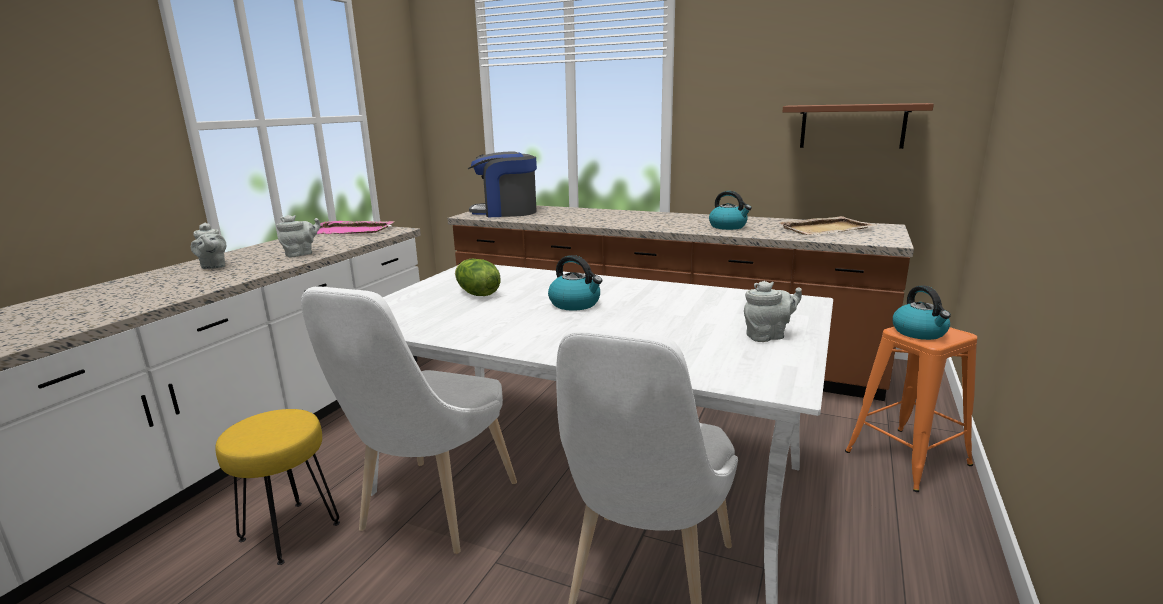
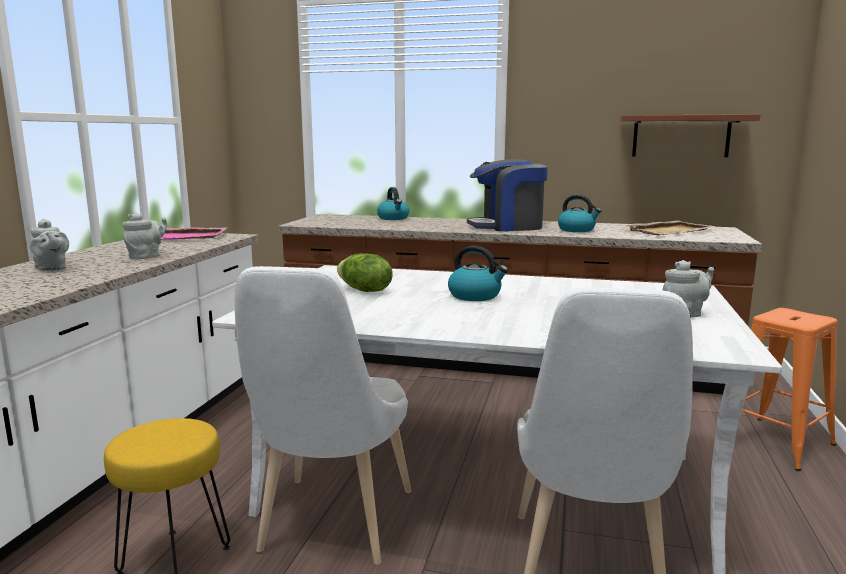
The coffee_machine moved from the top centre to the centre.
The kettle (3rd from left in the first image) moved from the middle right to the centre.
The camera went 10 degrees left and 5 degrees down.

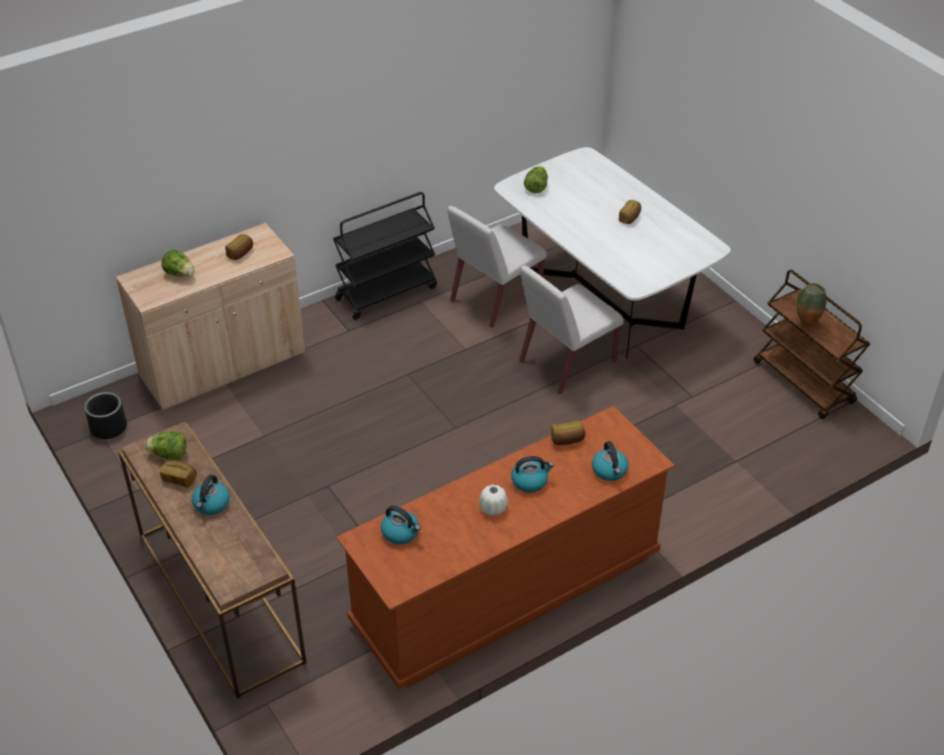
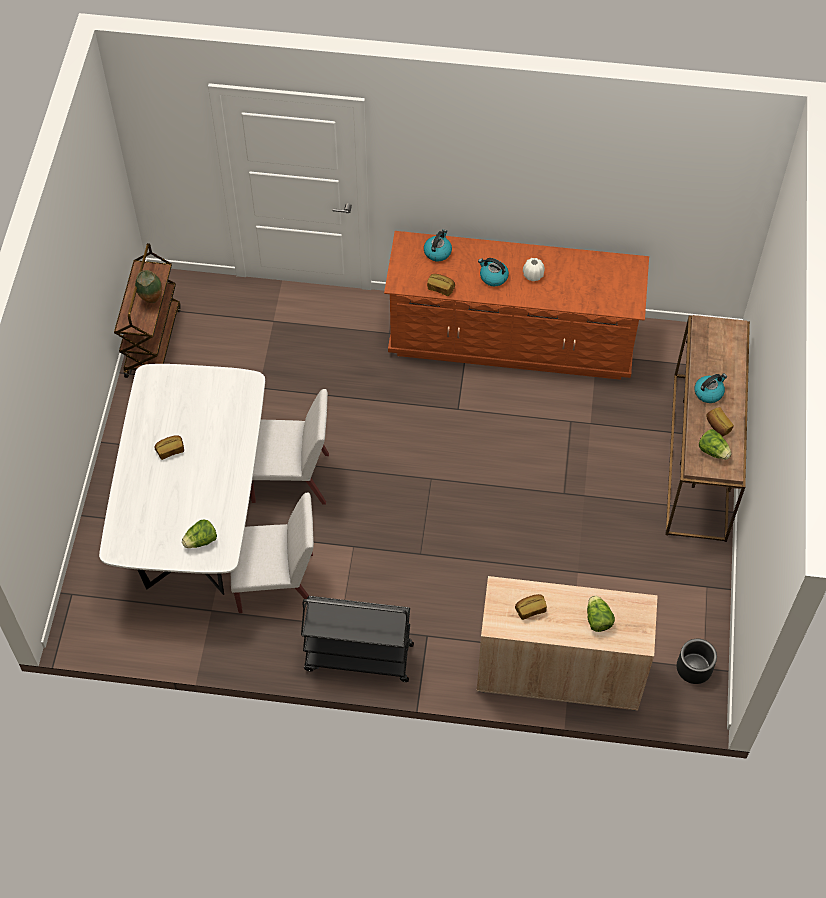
The kettle (2nd from left) at the bottom centre disappeared.
The camera went 140 degrees left and 15 degrees up.

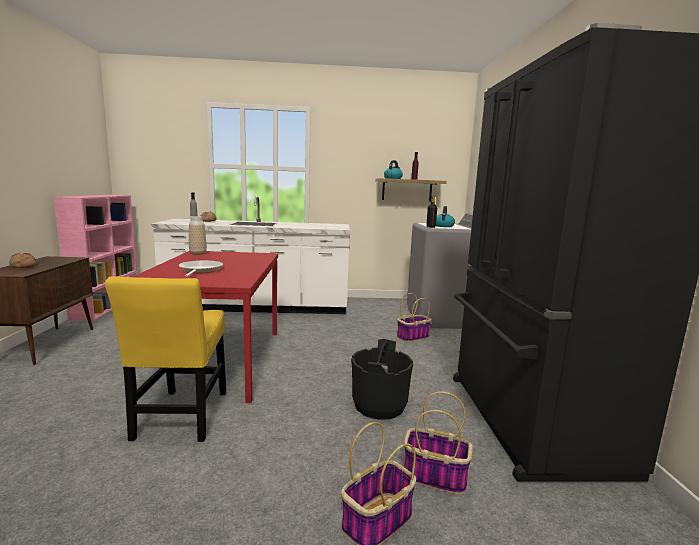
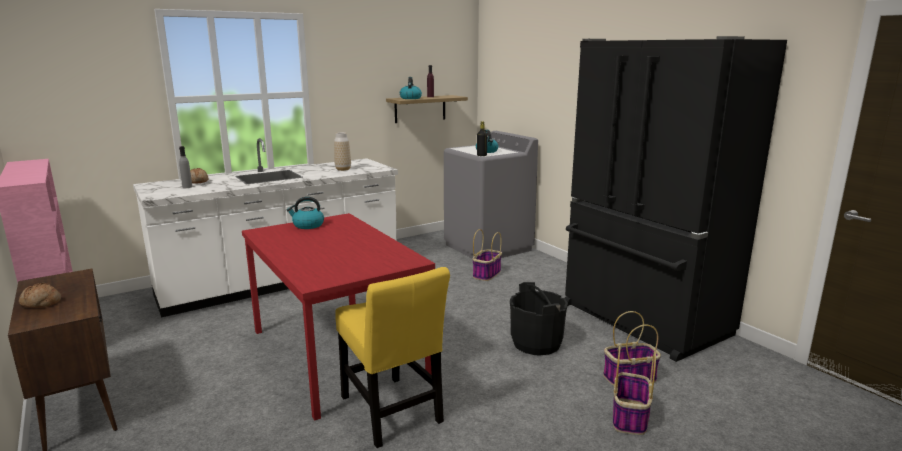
The frying_pan at the middle left disappeared.
The vase moved from the middle left to the centre.
The kettle (1st from left) at the centre appeared.
The camera went 30 degrees left and 5 degrees up.

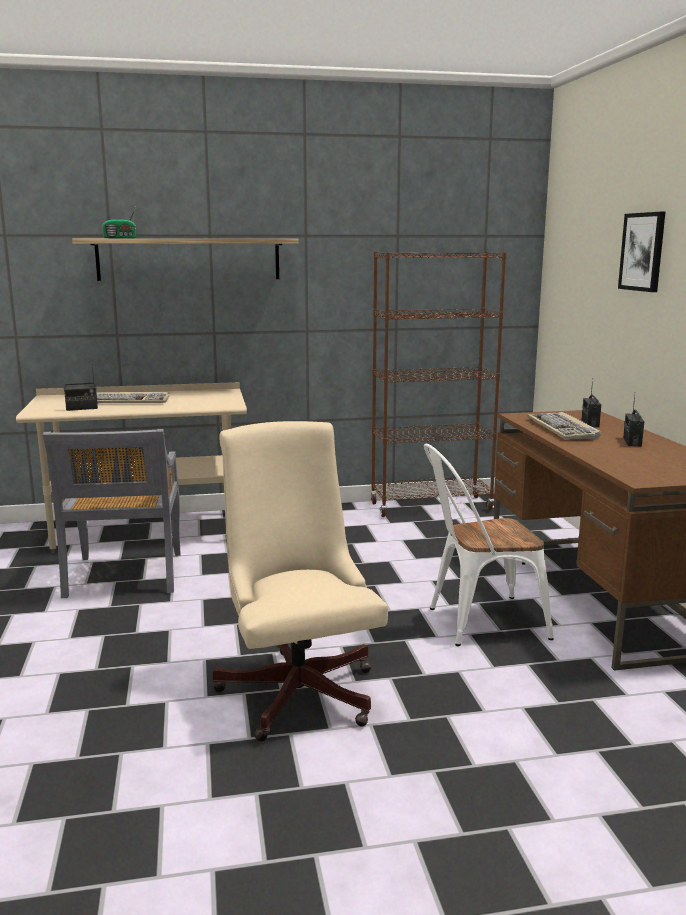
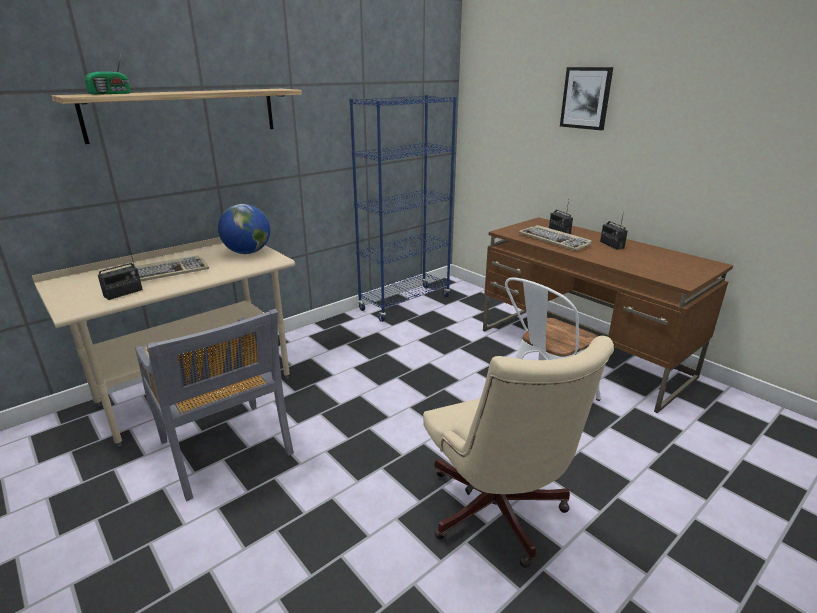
The beige_office_chair at the centre turned 150 degrees counterclockwise.
The brown_bookcase at the centre became the blue_bookcase at the centre.
The globe at the middle left appeared.
The camera went 30 degrees left and 10 degrees up.

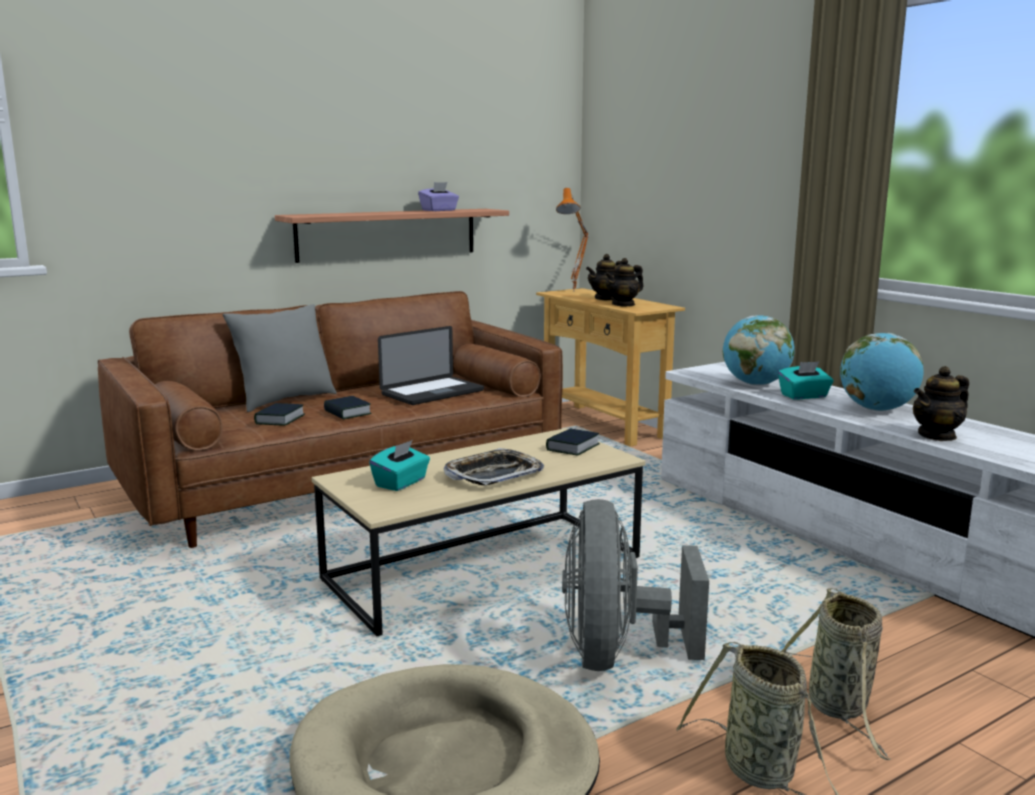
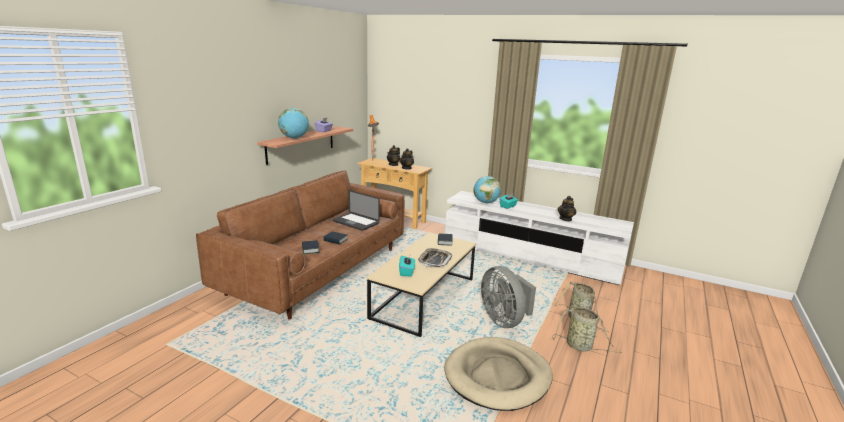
The grey_pillow at the middle left disappeared.
The laptop at the centre turned 105 degrees clockwise.
The globe (2nd from left in the first image) moved from the middle right to the top centre.
The camera went 30 degrees left and 5 degrees up.

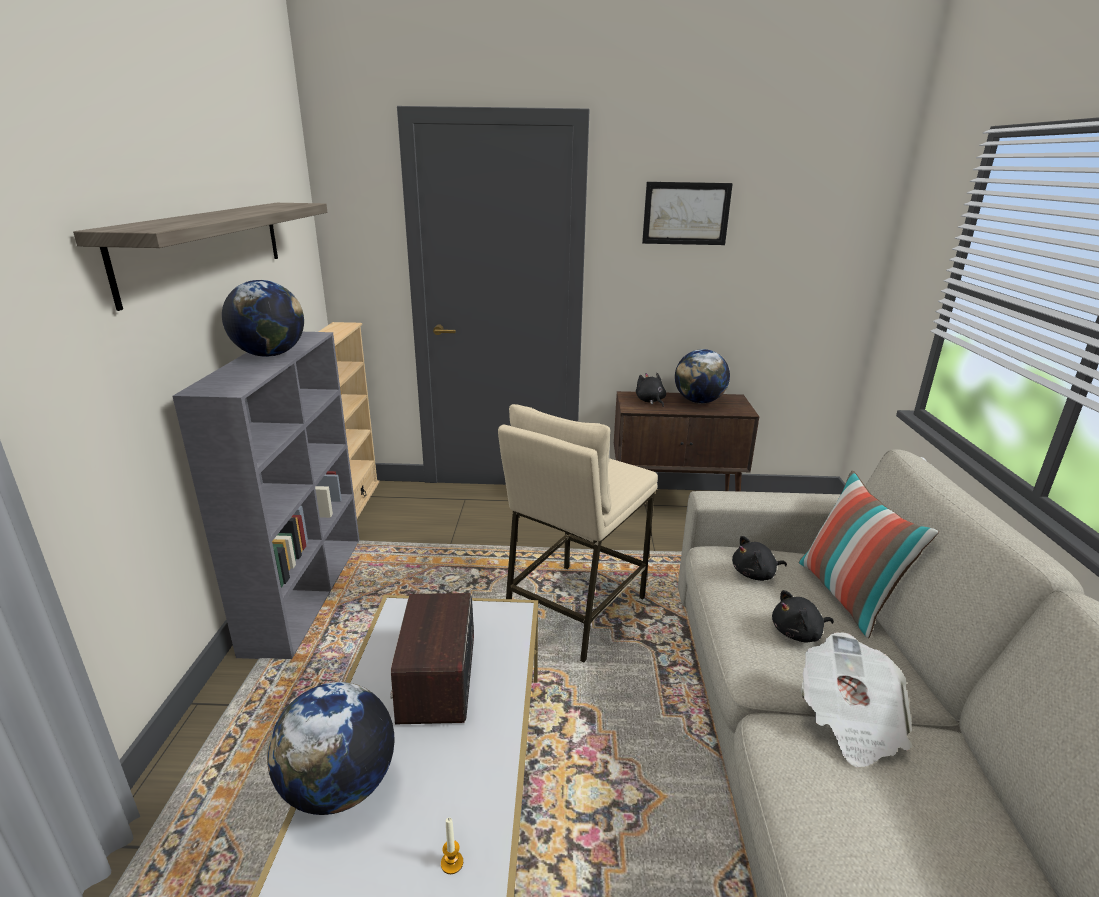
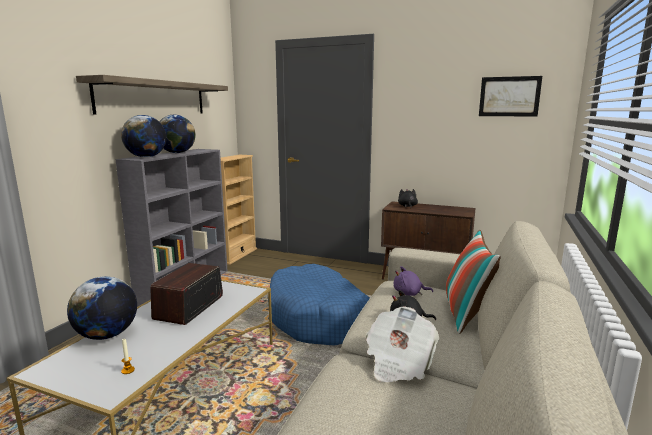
The beige_stool at the centre was replaced by the blue_dog_bed at the bottom centre.
The picture moved from the top centre to the top right.
The globe (3rd from left in the first image) moved from the centre to the top left.
The black_plush_toy (2nd from left) at the middle right became the purple_plush_toy at the centre.
The camera went 20 degrees right and 10 degrees down.

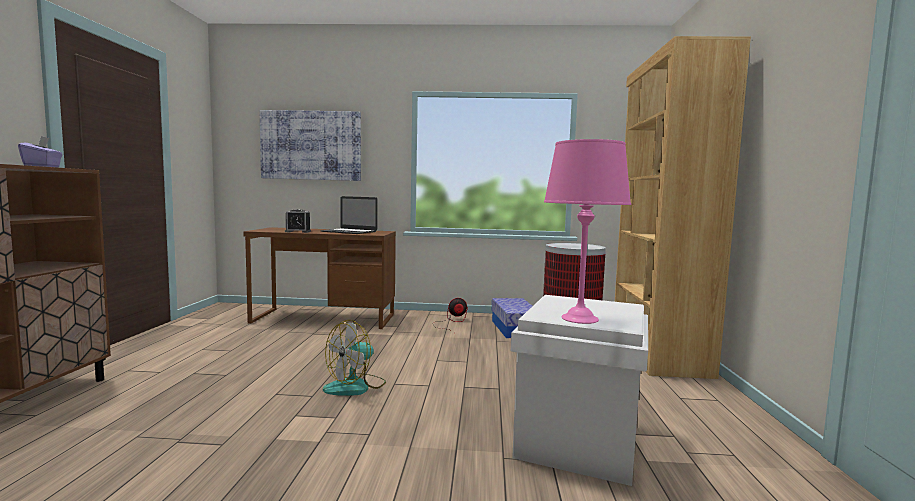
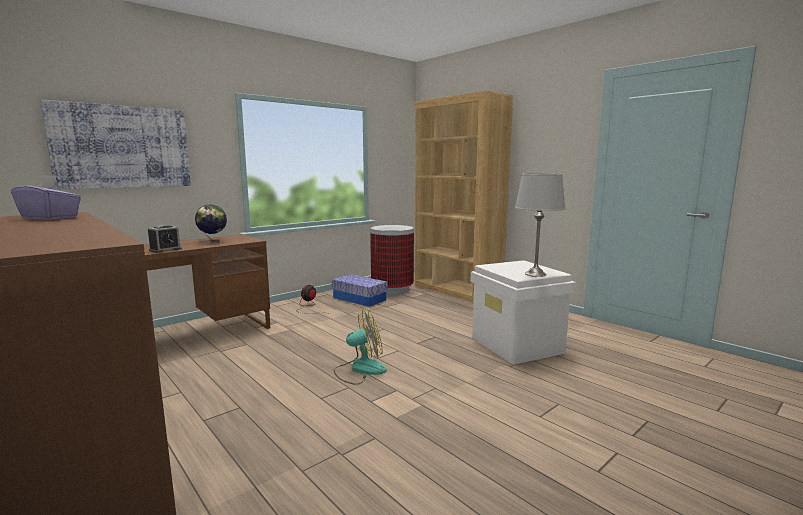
The laptop at the centre was replaced by the globe at the middle left.
The fan (1st from left in the first image) at the bottom centre turned 105 degrees counterclockwise.
The pink_table_lamp at the centre became the grey_table_lamp at the middle right.
The camera went 45 degrees left and 5 degrees up.

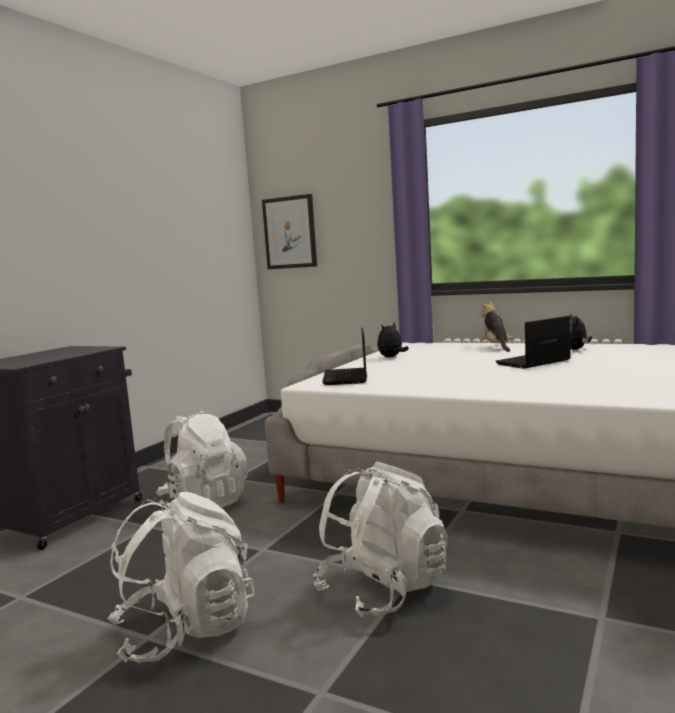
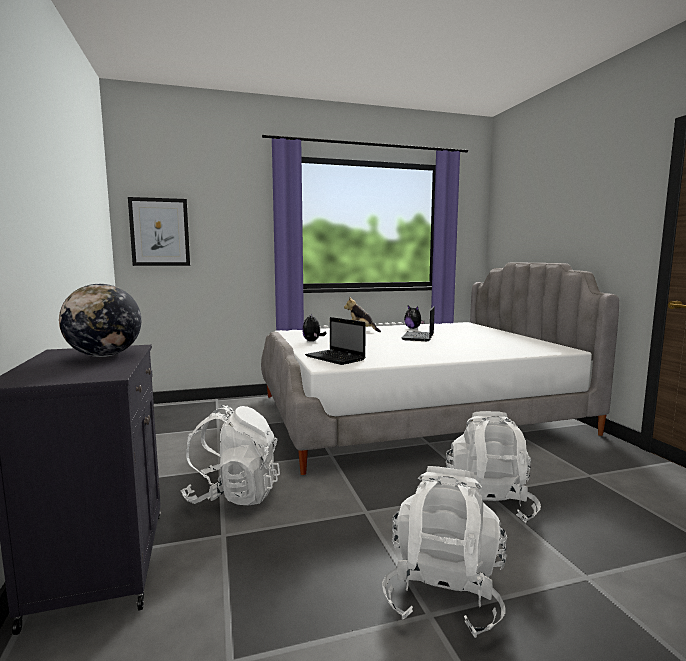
The globe at the middle left appeared.
The camera went 45 degrees left and 0 degrees up.

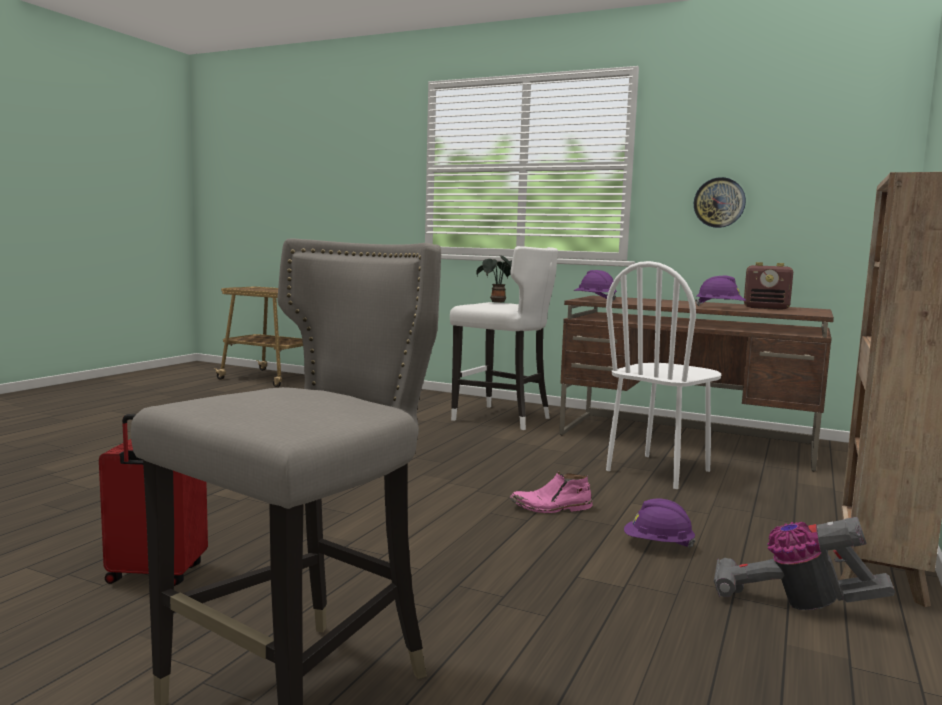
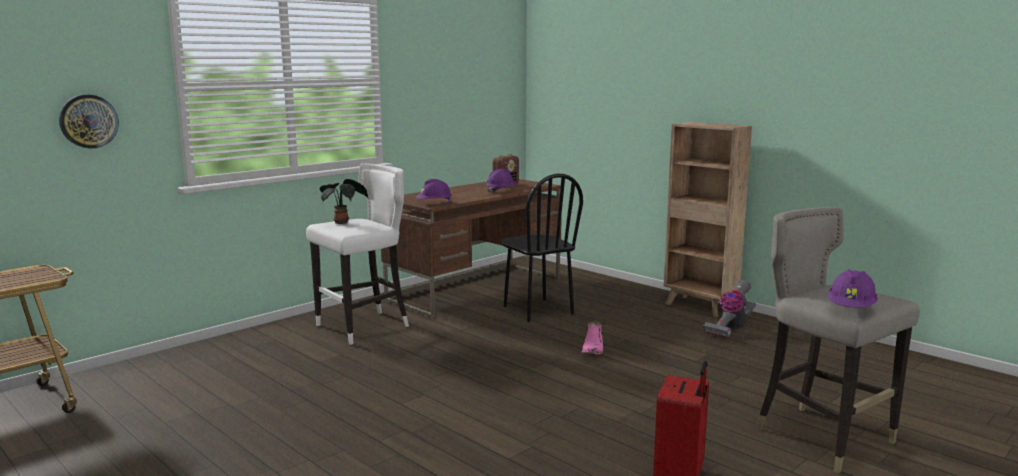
The white_chair at the middle right became the black_chair at the centre.
The purple_hard_hat (2nd from left in the first image) moved from the bottom right to the middle right.
The wall_clock moved from the top right to the top left.
The camera went 70 degrees left and 5 degrees up.

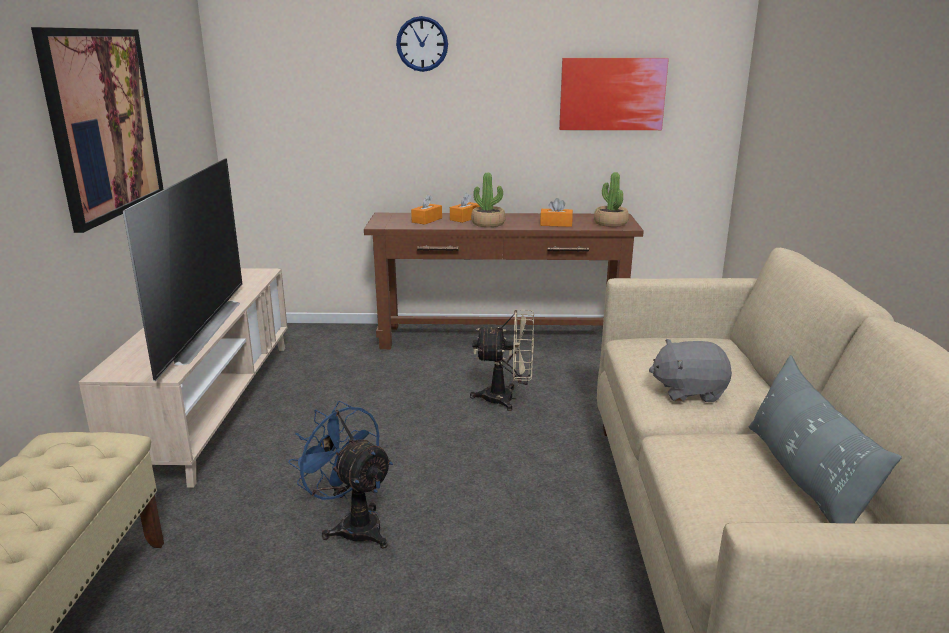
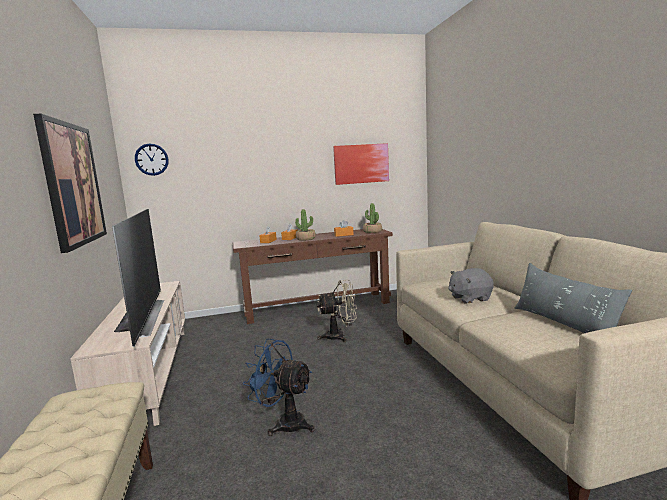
The wall_clock moved from the top centre to the top left.
The camera went 15 degrees left and 10 degrees down.

